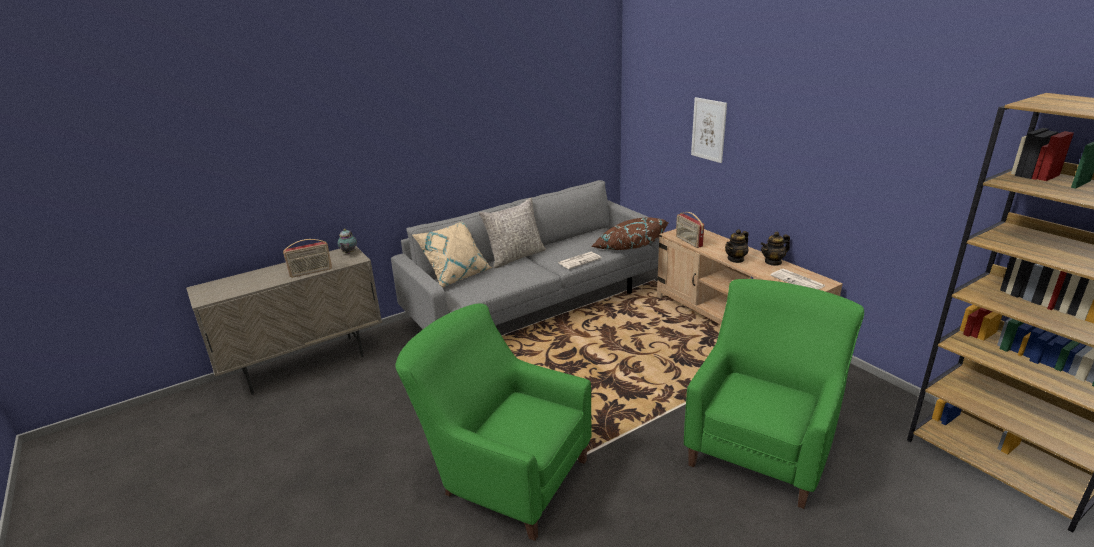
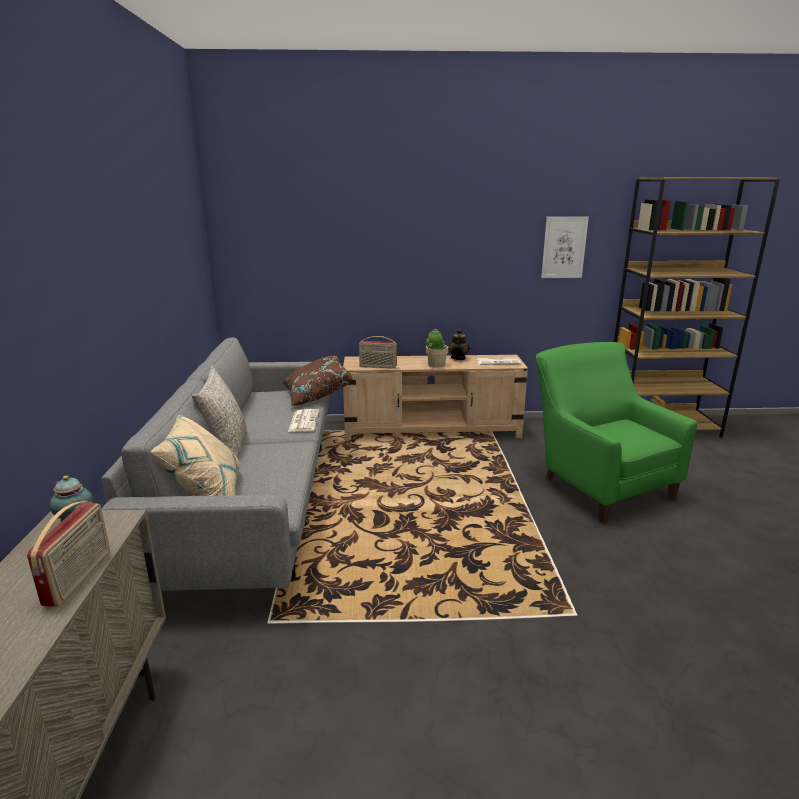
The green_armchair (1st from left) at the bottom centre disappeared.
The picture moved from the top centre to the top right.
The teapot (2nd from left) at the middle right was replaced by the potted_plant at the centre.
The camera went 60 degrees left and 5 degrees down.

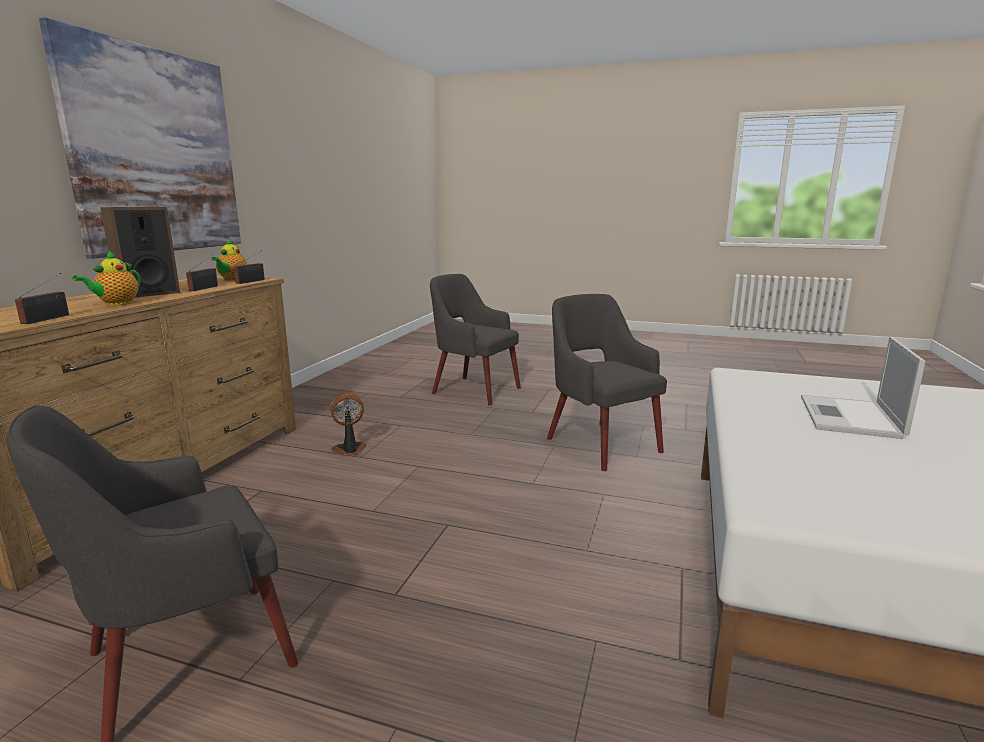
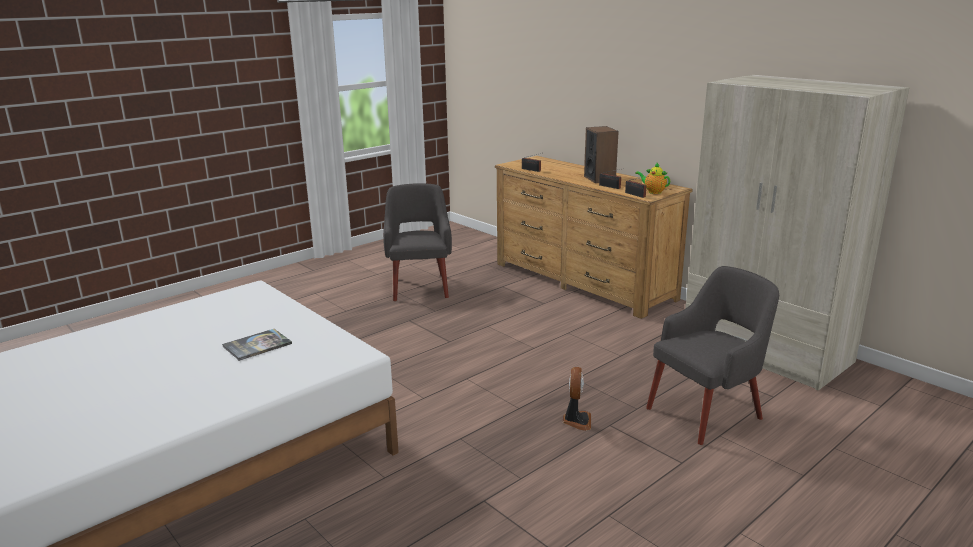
The picture at the top left disappeared.
The teapot (1st from left) at the middle left disappeared.
The fan moved from the centre to the bottom centre.
The grey_armchair (3rd from left) at the centre disappeared.
The laptop at the middle right was replaced by the book at the middle left.
The beige_wardrobe at the middle right appeared.
The camera went 120 degrees right and 5 degrees up.

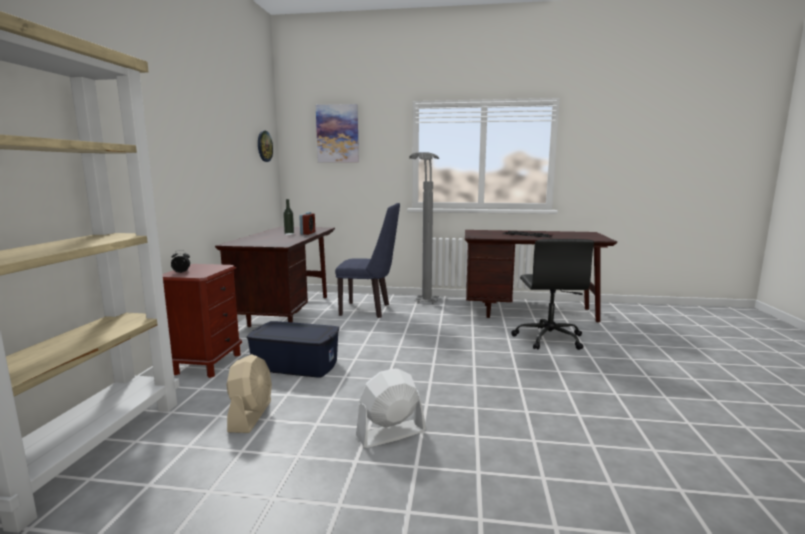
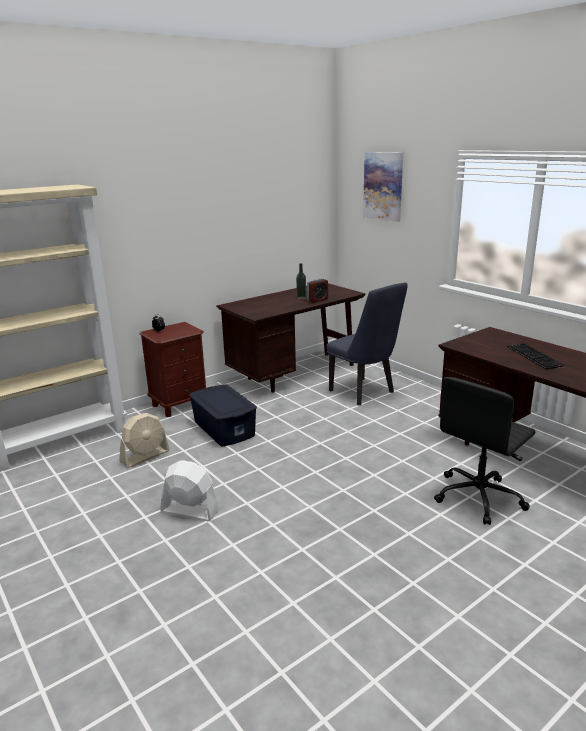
The wall_clock at the top left disappeared.
The grey_floor_lamp at the centre disappeared.
The camera went 45 degrees right and 10 degrees up.

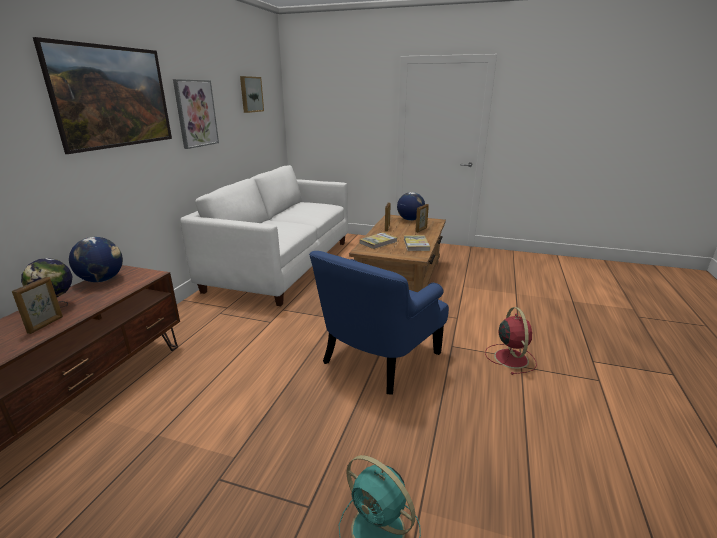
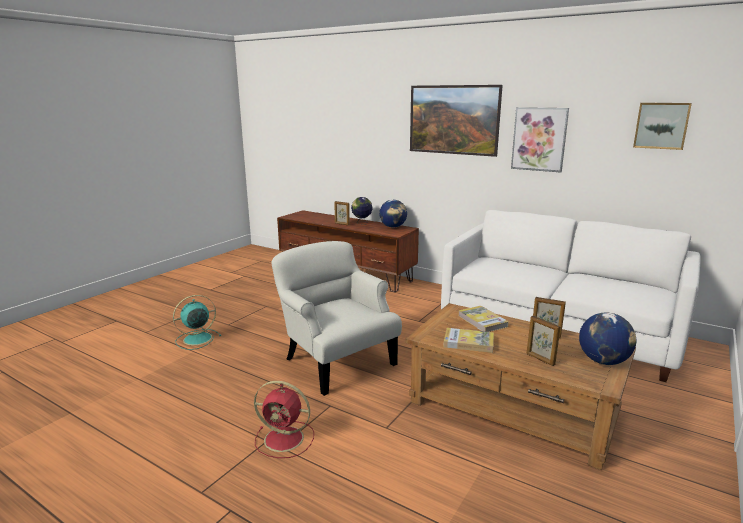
The blue_armchair at the centre became the white_armchair at the centre.
The camera went 105 degrees right and 5 degrees down.

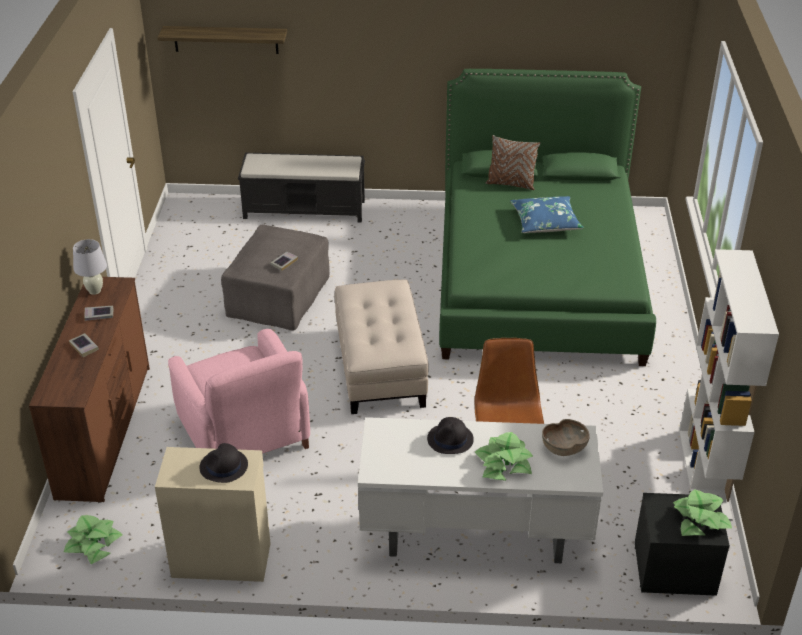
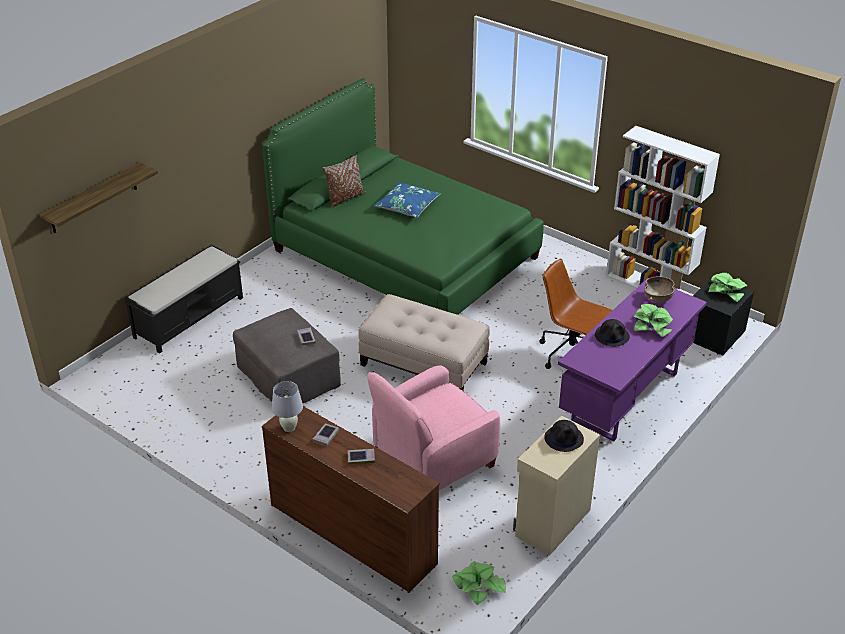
The pink_armchair at the middle left turned 135 degrees clockwise.
The white_desk at the bottom centre became the purple_desk at the middle right.
The camera went 55 degrees left and 0 degrees up.

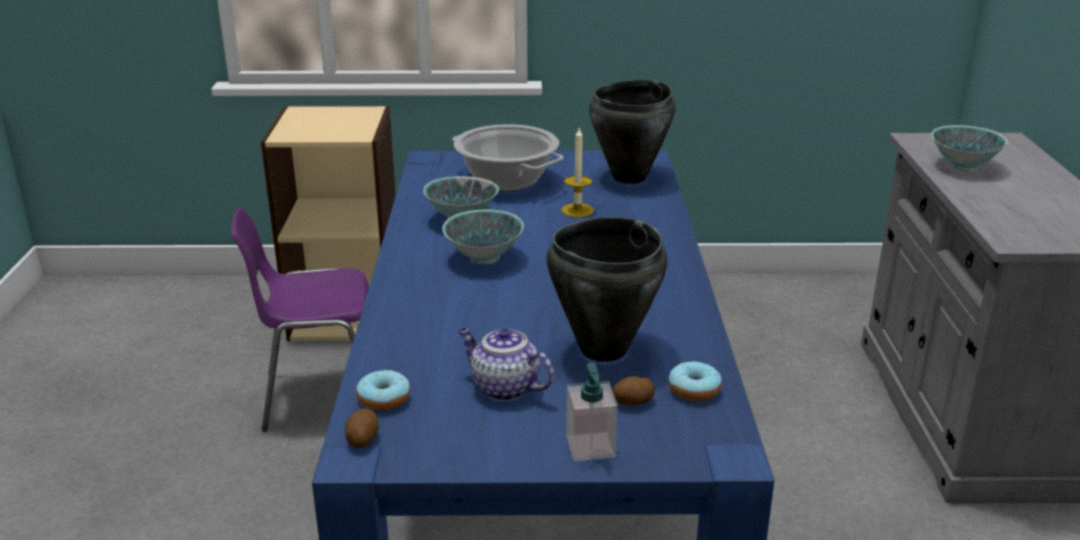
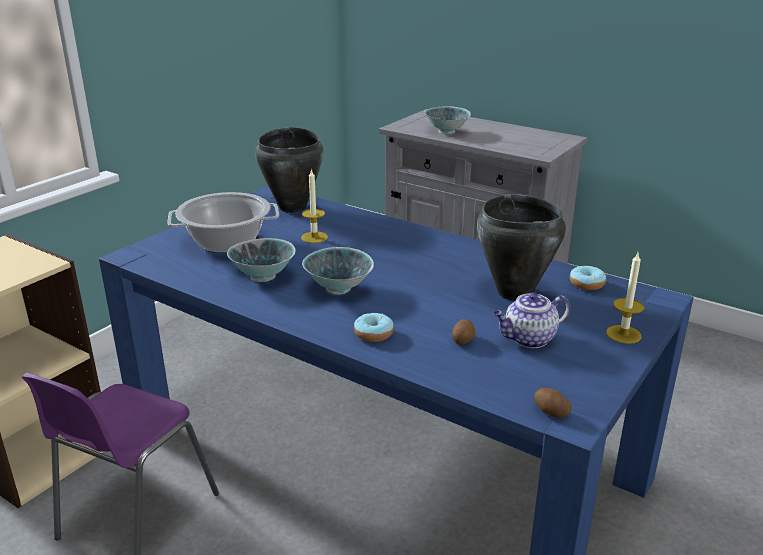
The donut (1st from left) moved from the bottom centre to the centre.
The soap_dispenser at the bottom centre was replaced by the candle (2nd from left) at the middle right.
The potato (2nd from left in the first image) moved from the bottom centre to the centre.
The camera went 55 degrees left and 0 degrees up.

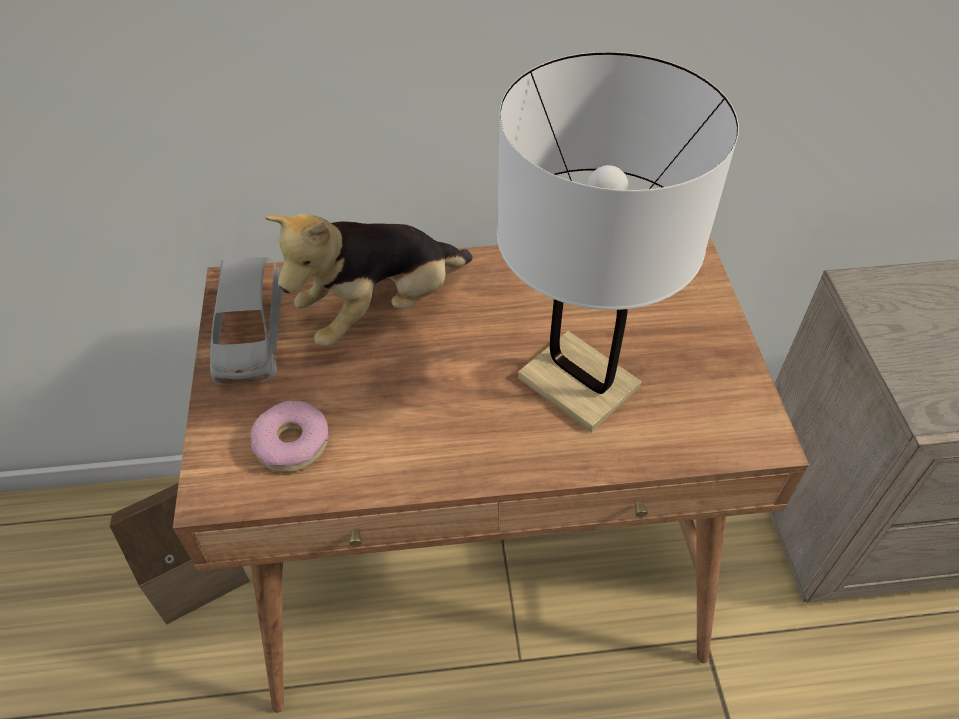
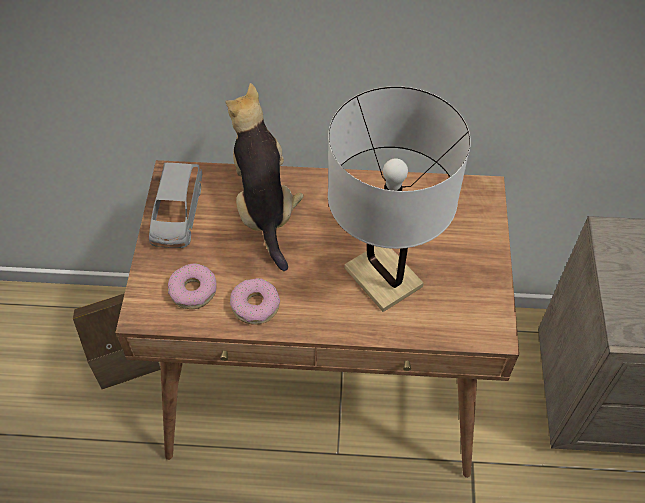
The plush_toy at the centre turned 105 degrees clockwise.
The donut (2nd from left) at the centre appeared.
The camera went 10 degrees right and 5 degrees up.

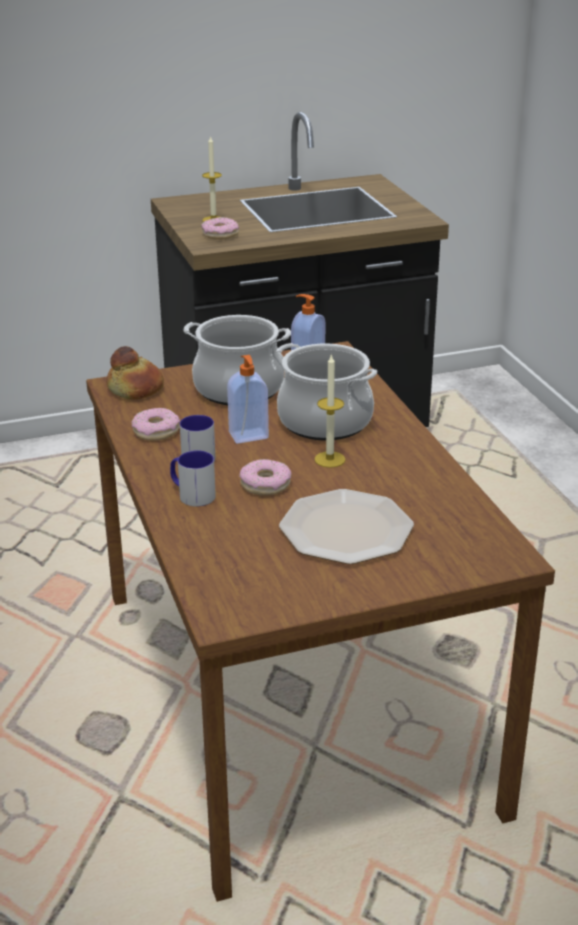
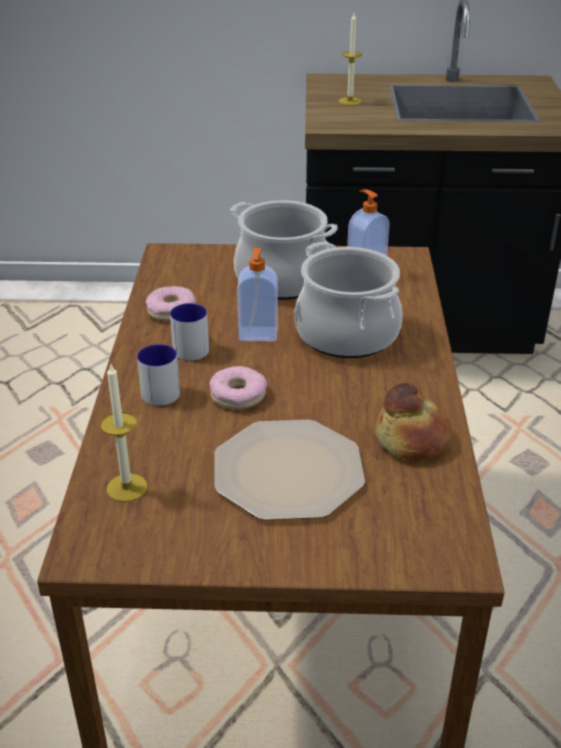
The bread moved from the middle left to the middle right.
The donut (2nd from left) at the top centre disappeared.
The candle (2nd from left in the first image) moved from the centre to the middle left.
The camera went 20 degrees right and 5 degrees up.

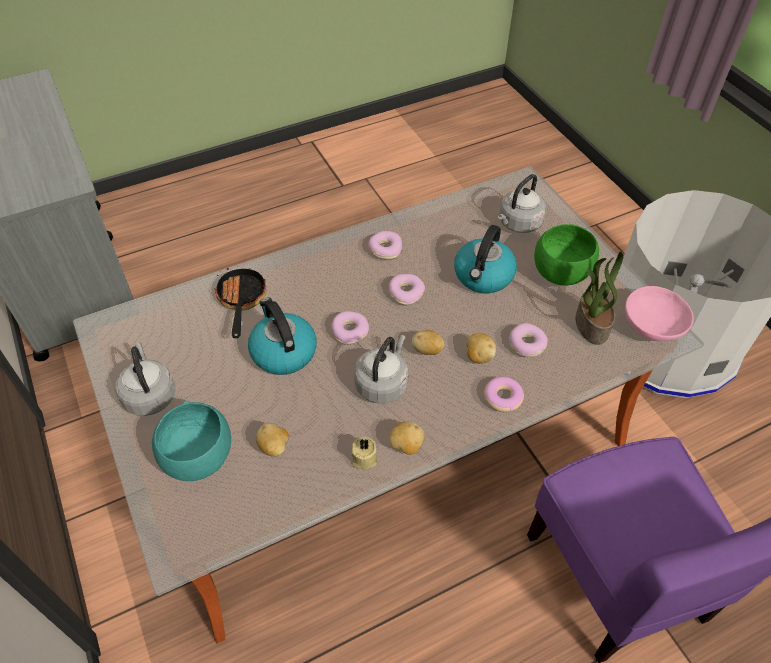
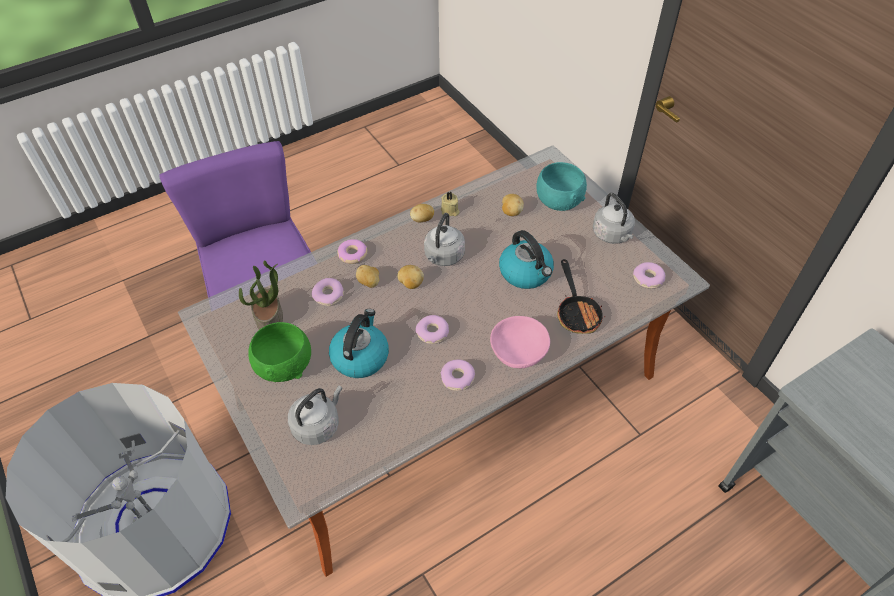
The donut (1st from left in the first image) moved from the centre to the middle right.
The pink_bowl moved from the middle right to the centre.
The camera went 175 degrees right and 0 degrees up.

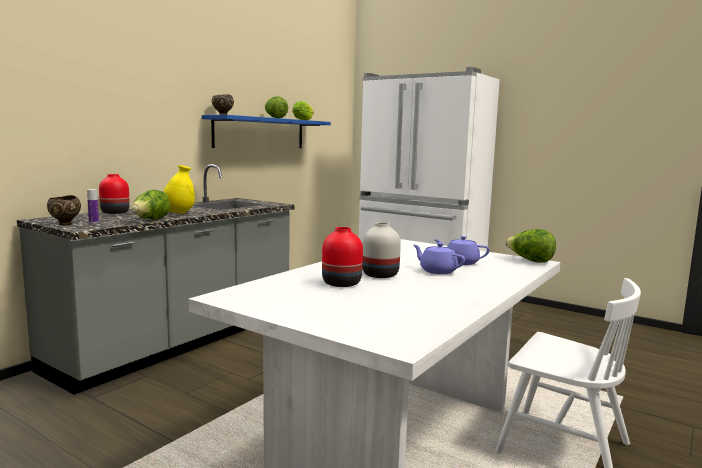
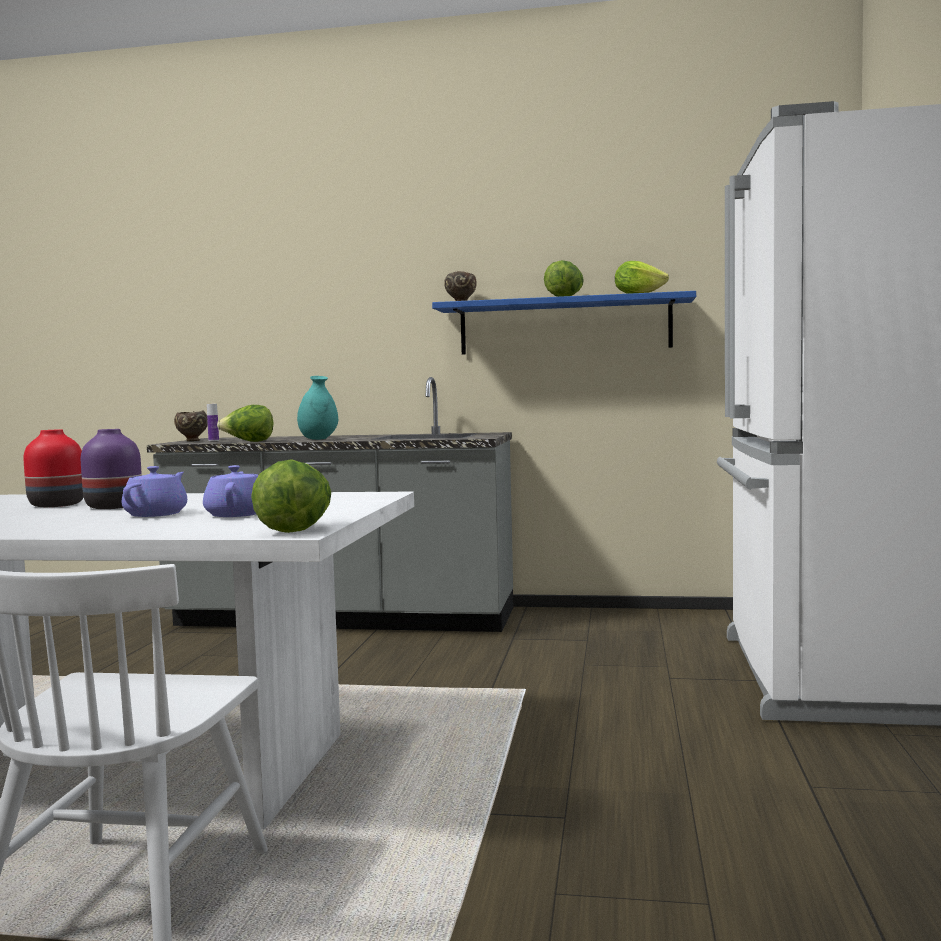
The red_vase (1st from left) at the middle left disappeared.
The yellow_vase at the middle left became the turquoise_vase at the centre.
The white_vase at the centre became the purple_vase at the middle left.
The camera went 65 degrees right and 5 degrees down.

